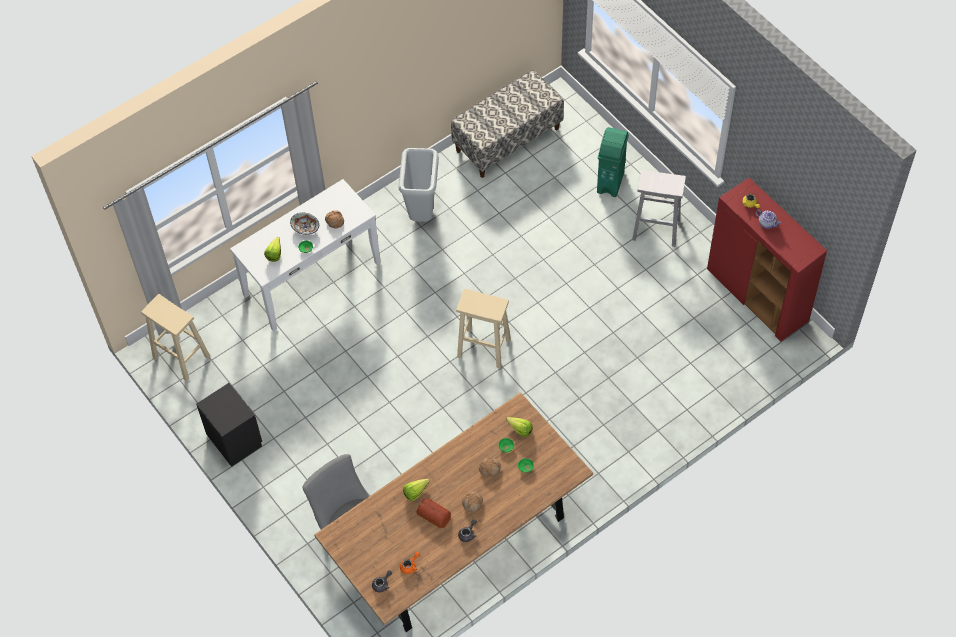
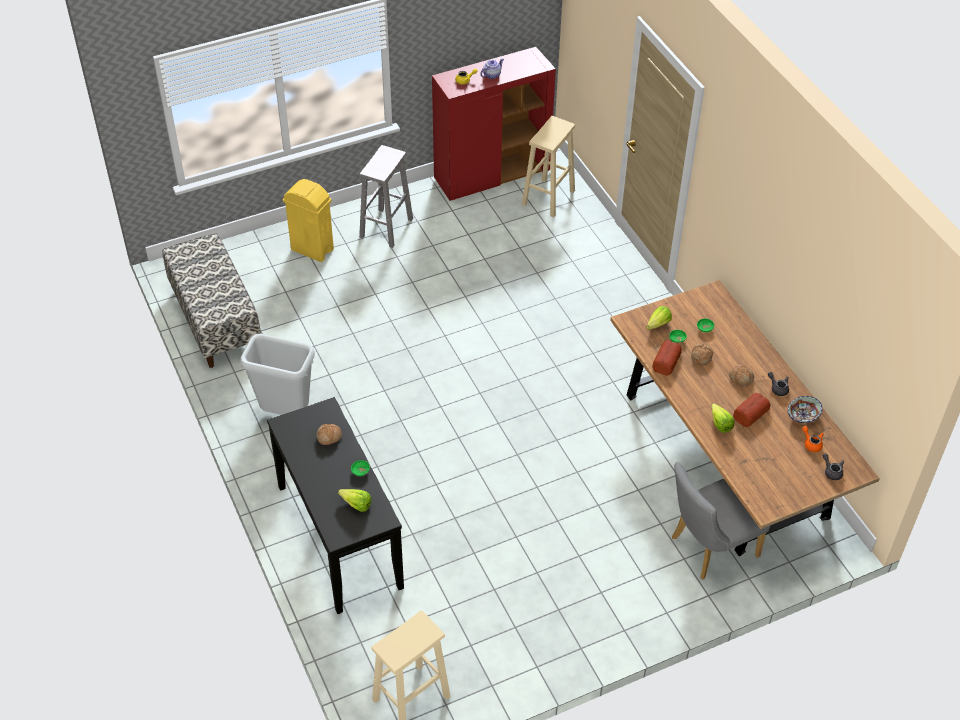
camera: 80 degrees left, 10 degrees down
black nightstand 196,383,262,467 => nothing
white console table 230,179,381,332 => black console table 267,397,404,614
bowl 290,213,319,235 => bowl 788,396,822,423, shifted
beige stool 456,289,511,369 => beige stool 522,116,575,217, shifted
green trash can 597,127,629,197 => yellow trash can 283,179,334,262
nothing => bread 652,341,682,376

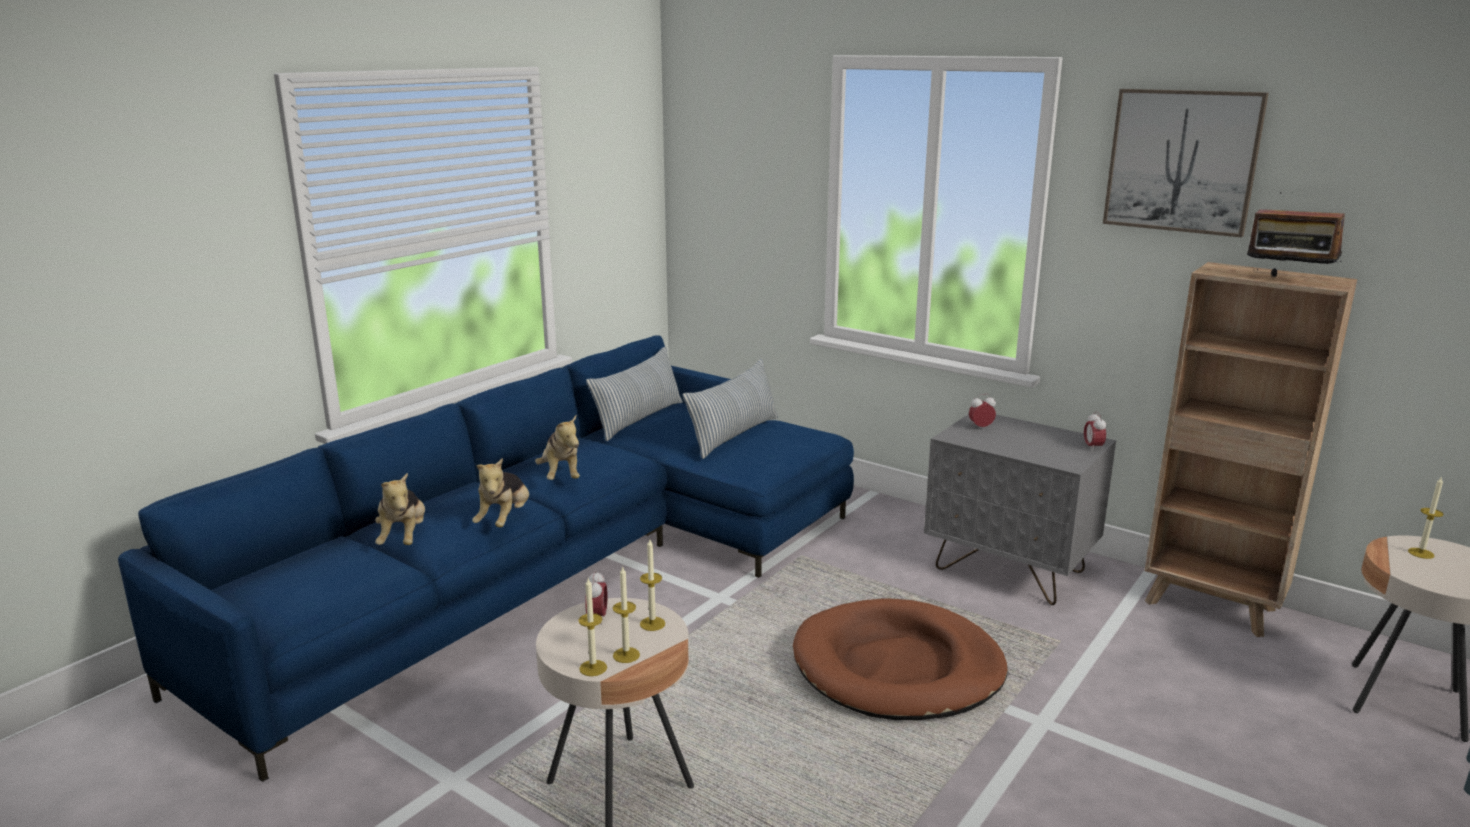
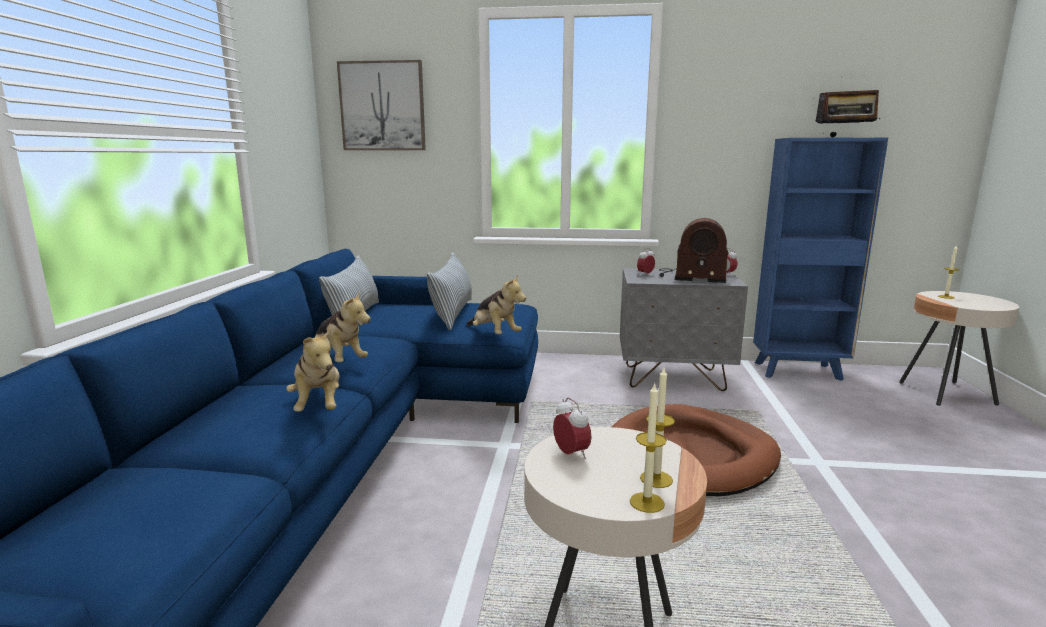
camera: 30 degrees left, 5 degrees down
plush toy 375,473,425,545 => plush toy 467,275,526,334, shifted
candle 640,539,665,631 => nothing
picture 1103,89,1269,238 => picture 337,60,426,150, shifted
brown bookcase 1144,262,1357,637 => blue bookcase 753,137,888,381
nothing => radio 659,218,728,283

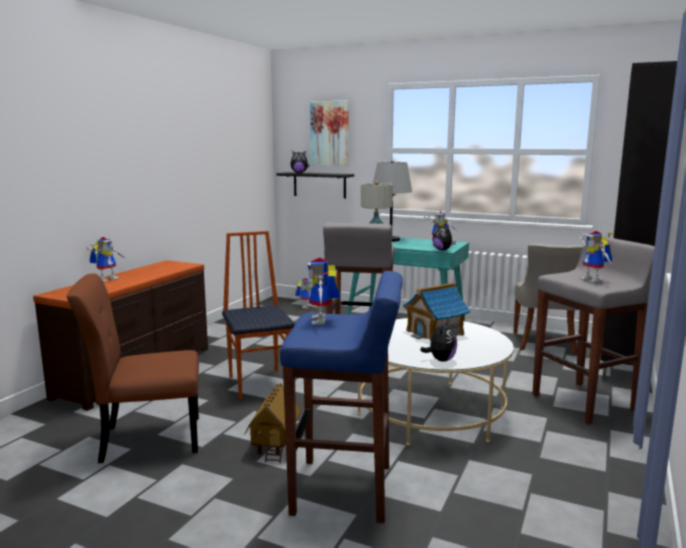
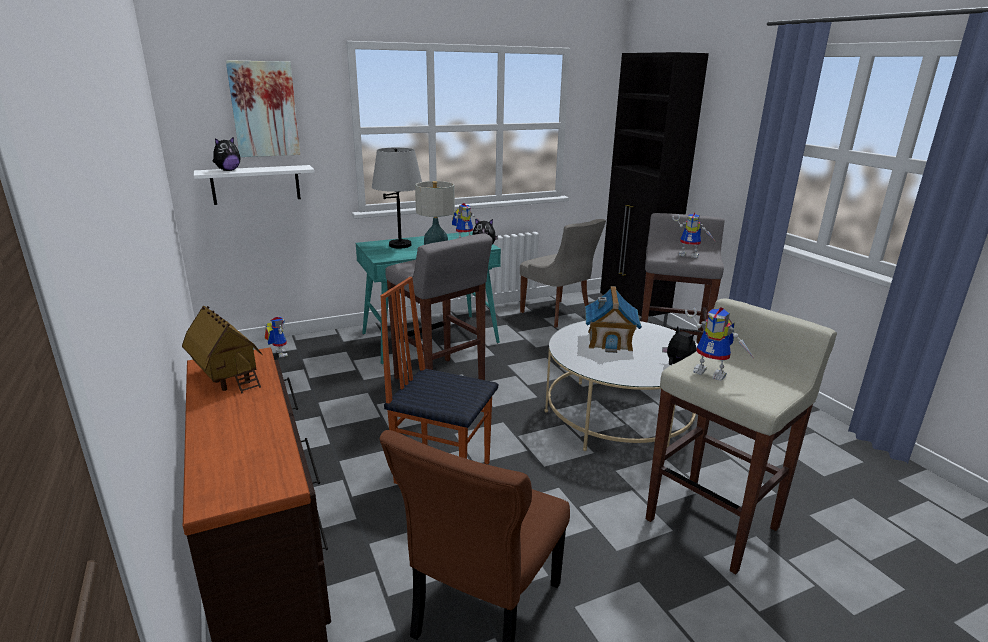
camera: 50 degrees left, 10 degrees up
toy robot 86,237,126,282 => nothing
toy house 245,383,301,463 => toy house 182,305,263,394, shifted
black shelf 276,172,354,198 => white shelf 194,165,315,205
blue stool 280,271,403,523 => beige stool 646,299,837,574

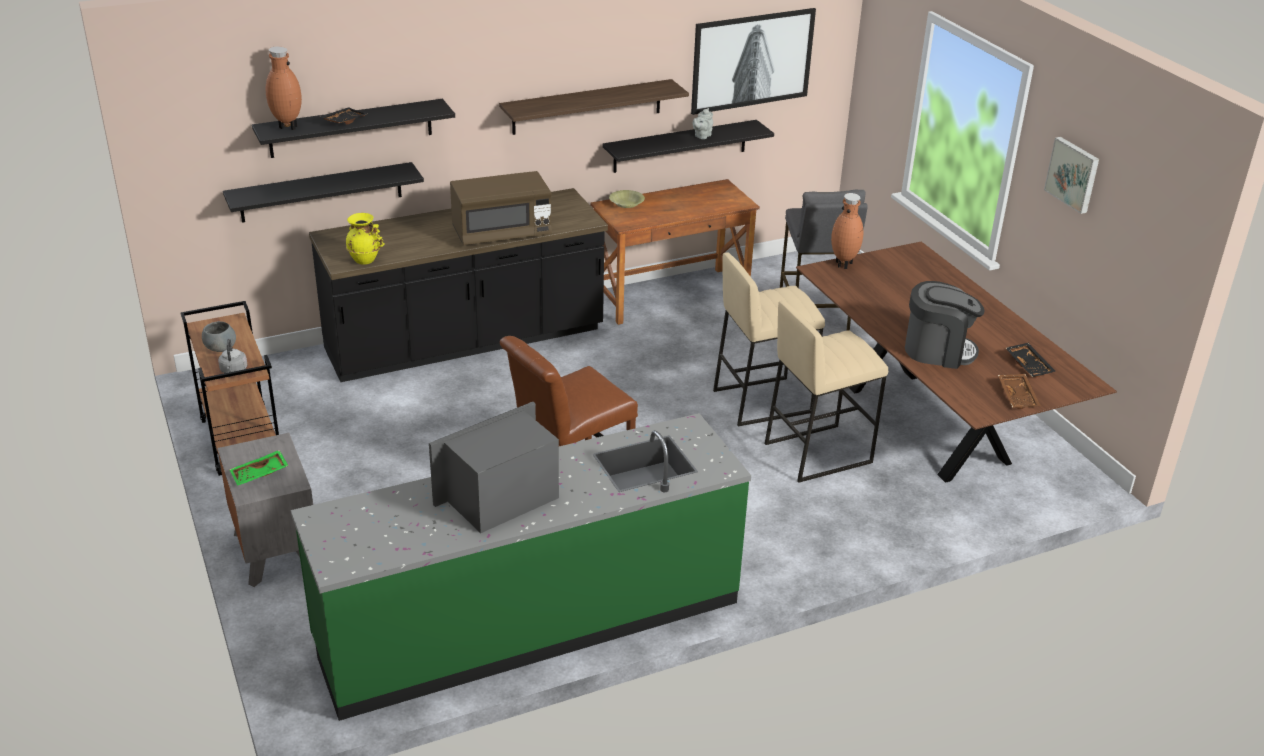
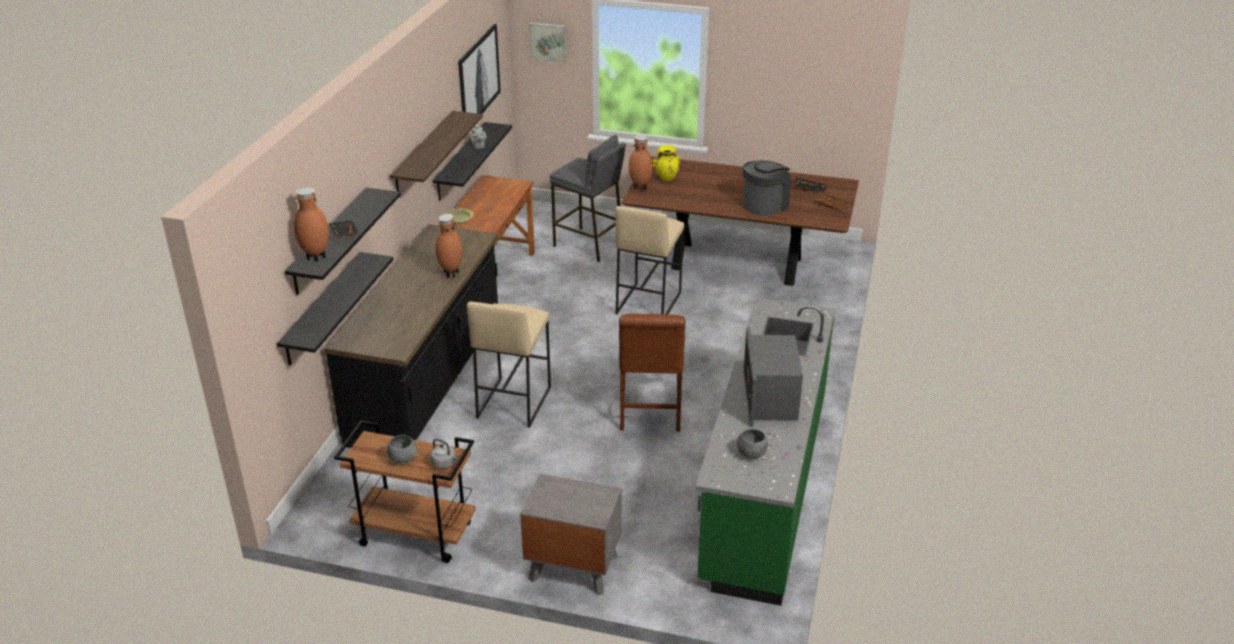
camera: 50 degrees left, 0 degrees up
green tray 229,450,288,486 => nothing
yellow vase 346,213,385,265 => yellow vase 652,145,680,181, shifted
brown microwave 450,171,552,245 => brown vase 435,214,463,278
beige stool 765,301,888,483 => beige stool 467,302,551,428, shifted
picture 1044,137,1099,214 => picture 529,22,567,63, shifted
nothing => grey bowl 737,429,768,459

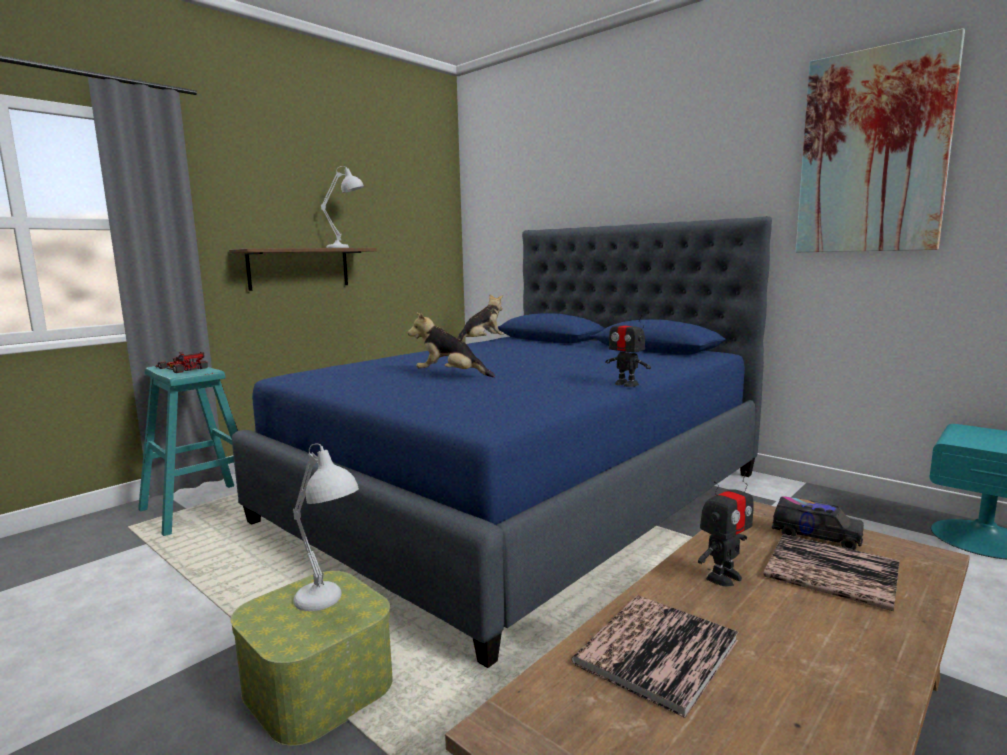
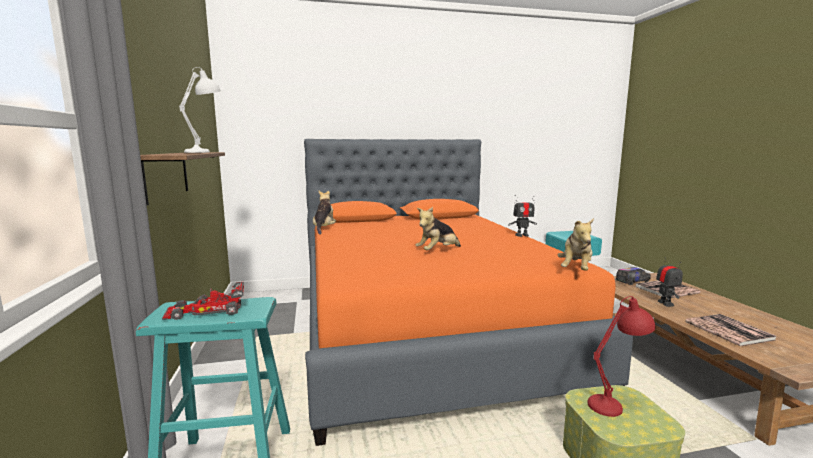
camera: 55 degrees left, 0 degrees up
blue bed 232,216,772,668 => orange bed 304,139,633,446
white table lamp 293,444,359,611 => red table lamp 587,296,655,417
picture 796,28,965,252 => nothing
nothing => plush toy 558,218,594,271

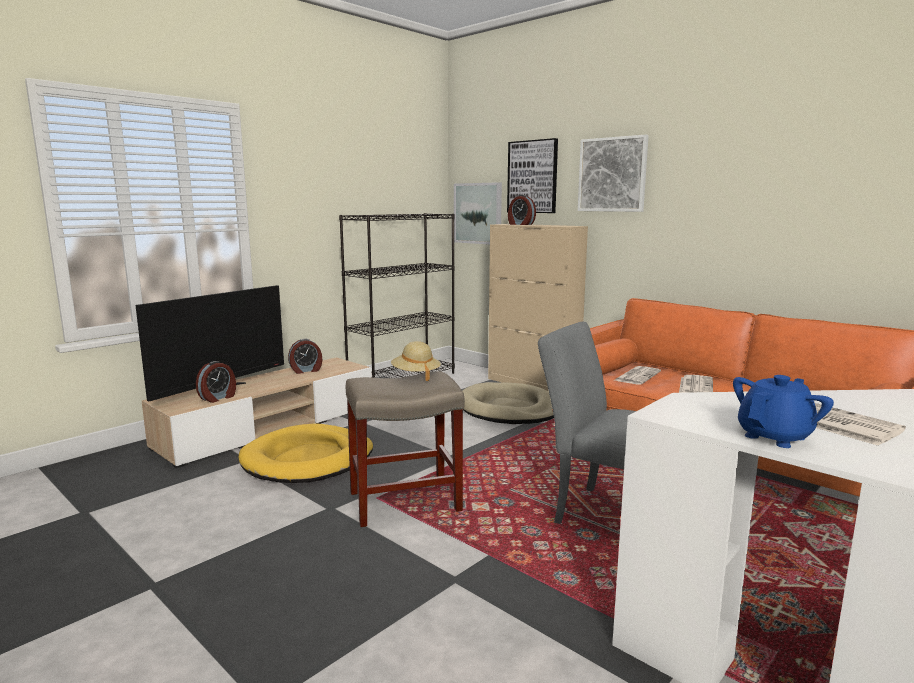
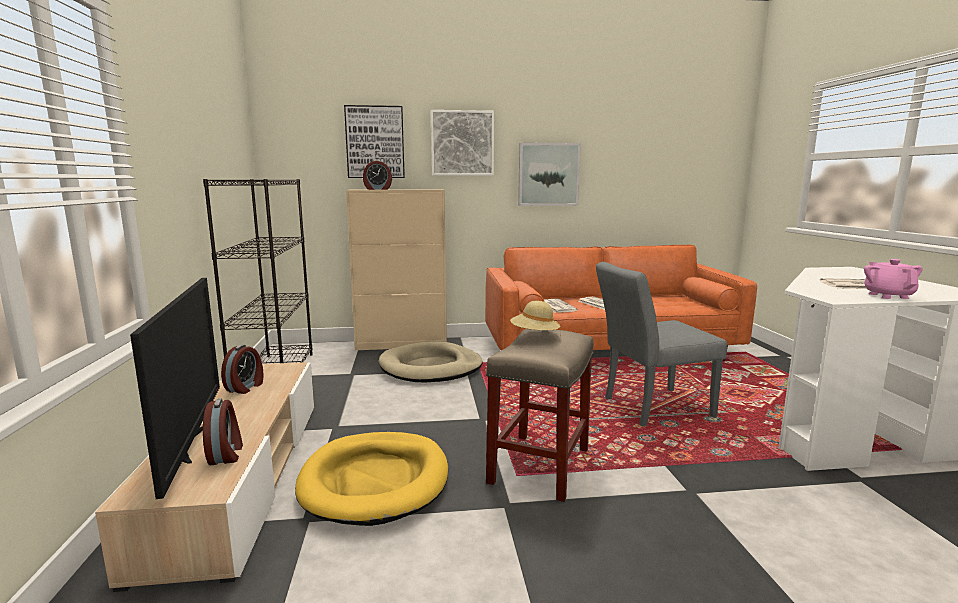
camera: 50 degrees left, 0 degrees up
picture 454,182,502,245 => picture 518,143,581,206, shifted
blue teapot 733,375,834,448 => pink teapot 864,259,923,299

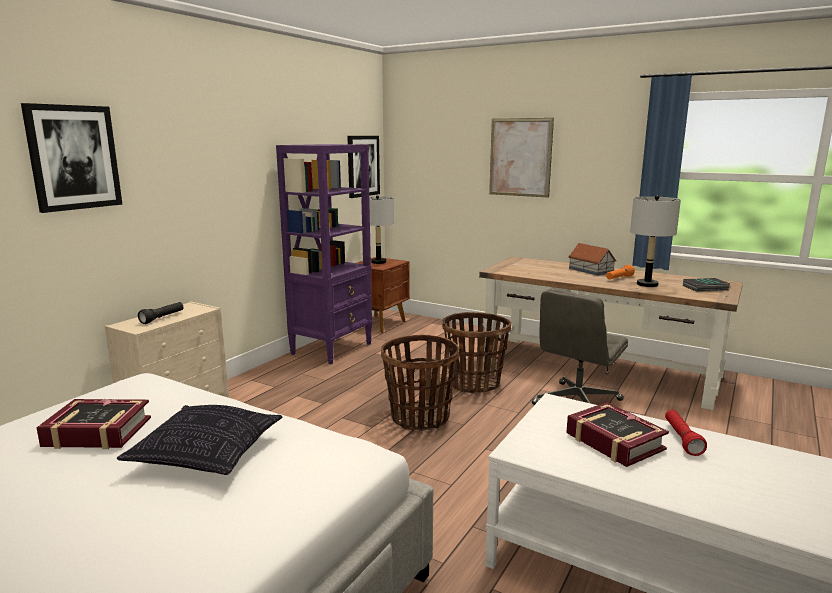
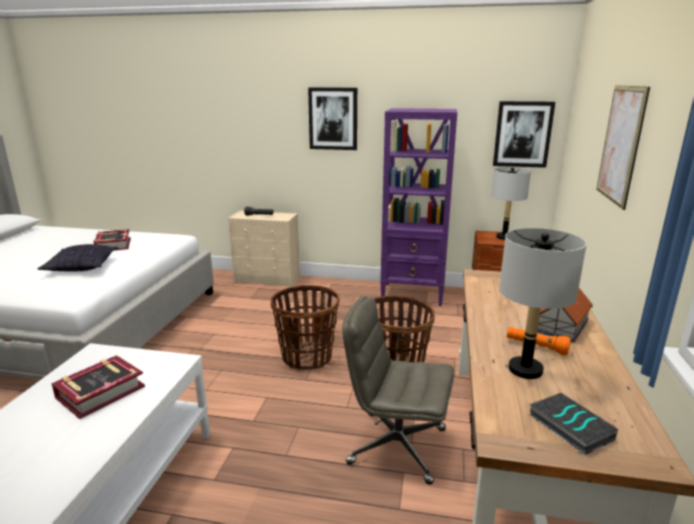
camera: 70 degrees right, 5 degrees up
picture 21,103,122,213 => picture 308,88,357,150, shifted
red flashlight 665,410,707,456 => nothing

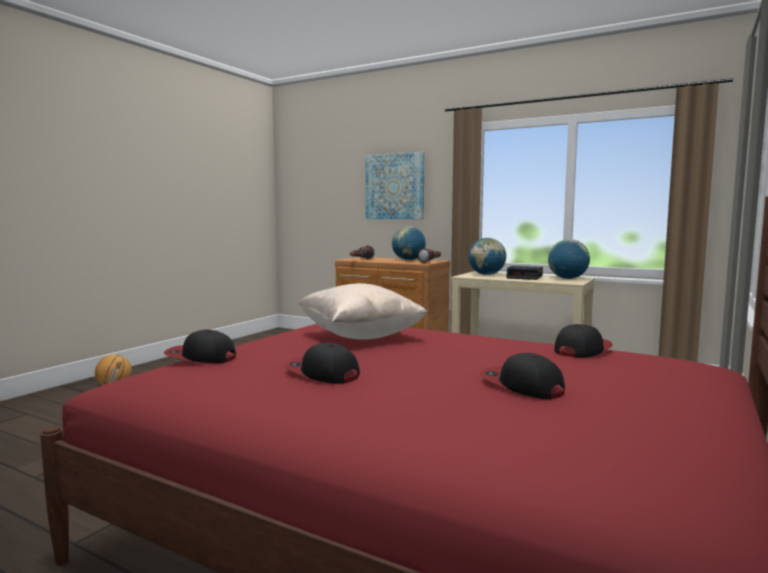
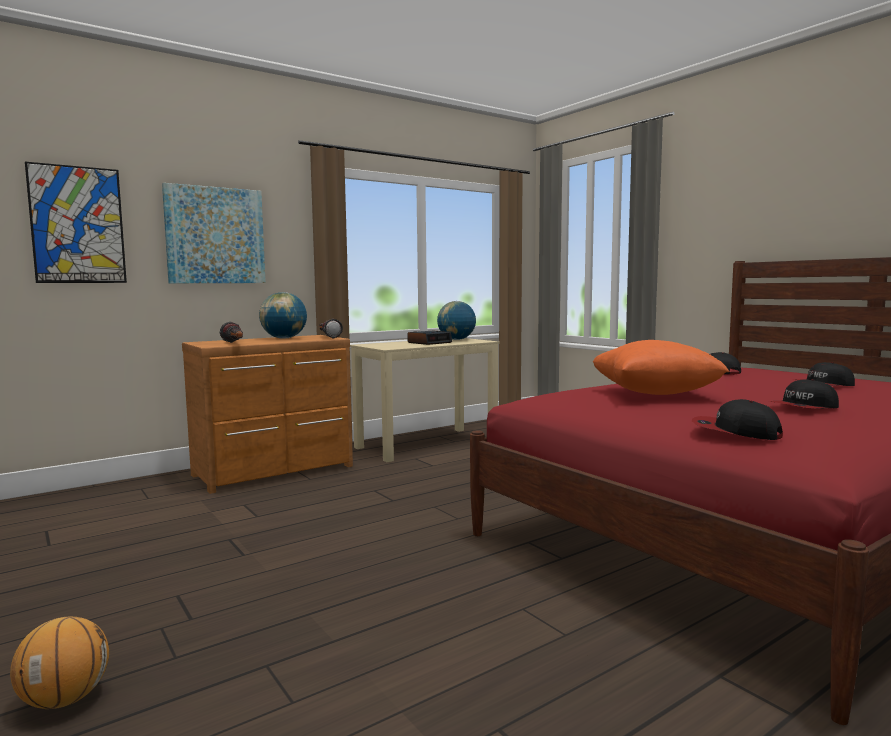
camera: 65 degrees left, 0 degrees up
cap 164,330,236,363 => cap 692,399,783,440, 90 degrees clockwise
beige pillow 298,283,428,340 => orange pillow 593,340,729,395
globe 468,238,506,275 => nothing
nothing => picture 25,162,127,283

